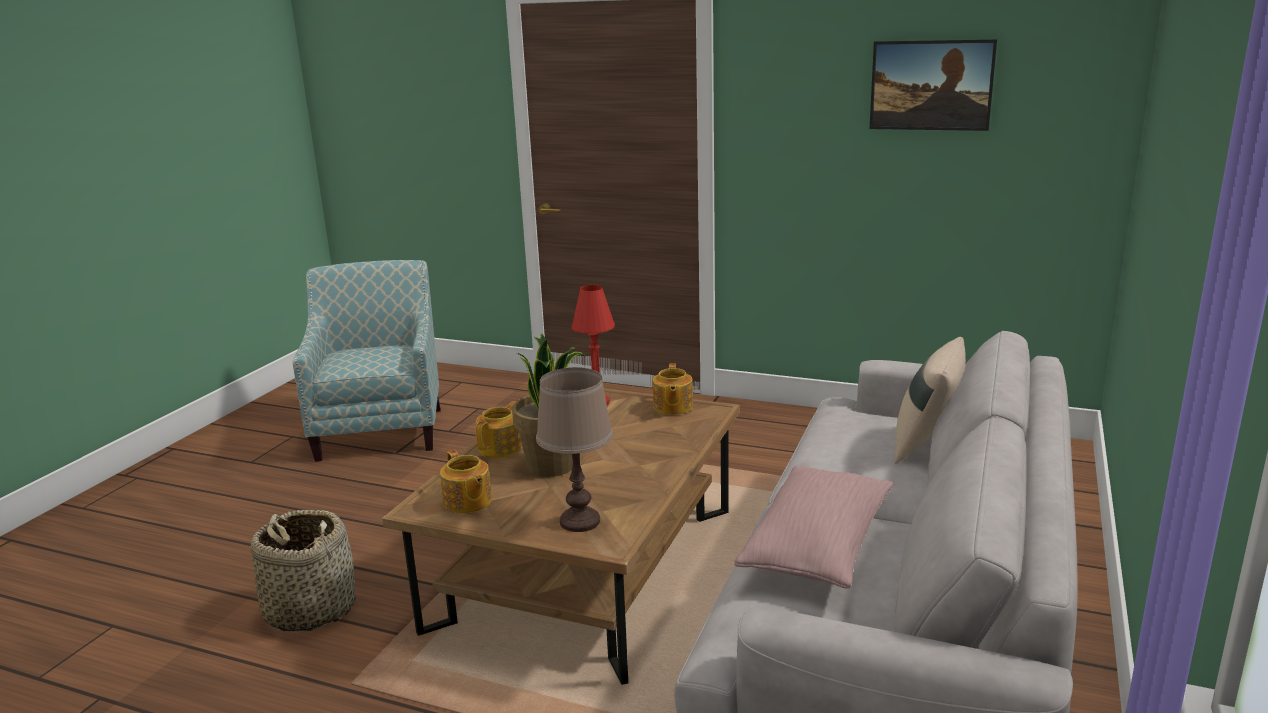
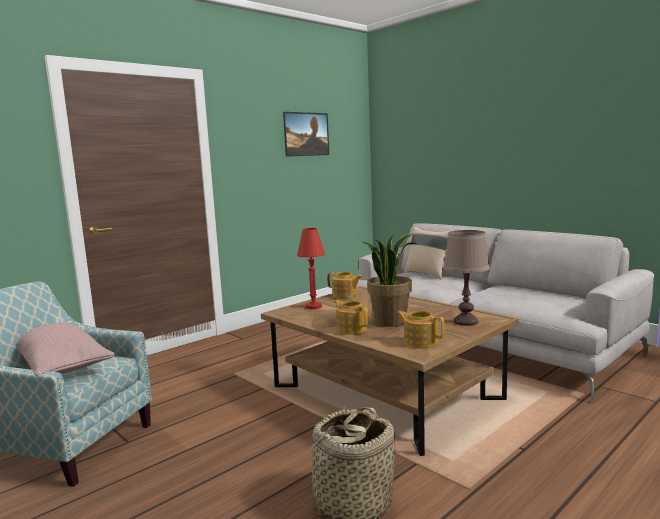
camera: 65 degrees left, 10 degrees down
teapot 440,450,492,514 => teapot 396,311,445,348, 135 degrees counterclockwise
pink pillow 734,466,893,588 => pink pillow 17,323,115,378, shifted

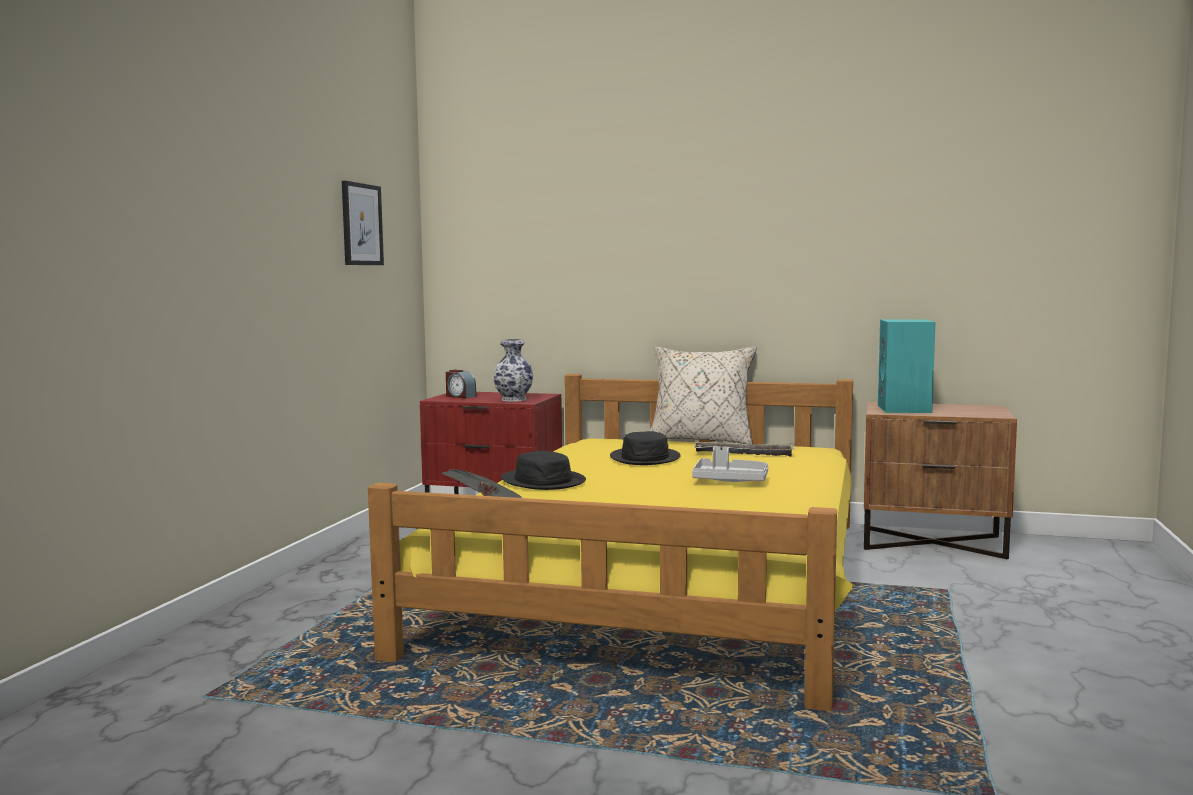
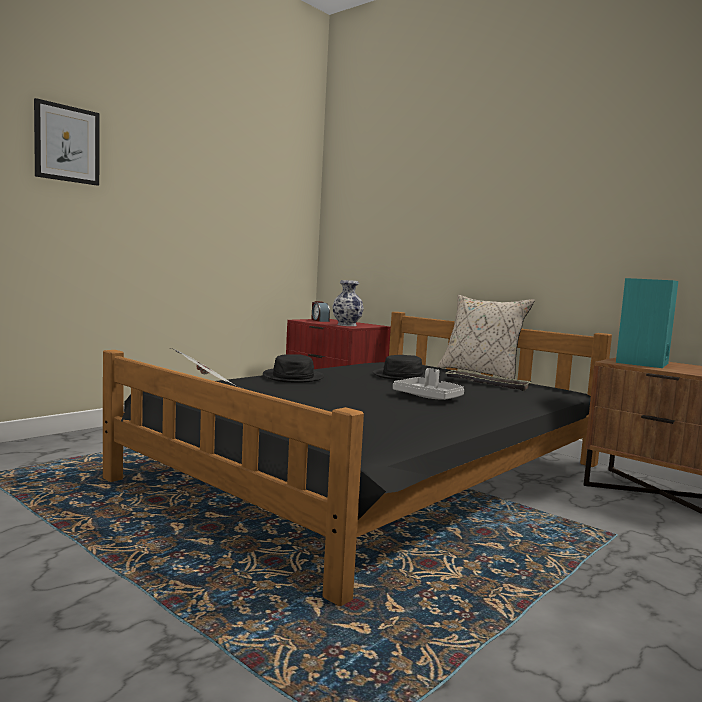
camera: 25 degrees right, 0 degrees up
picture 342,181,384,265 => picture 34,98,99,186, shifted
yellow bed 368,374,854,711 => black bed 103,312,612,606

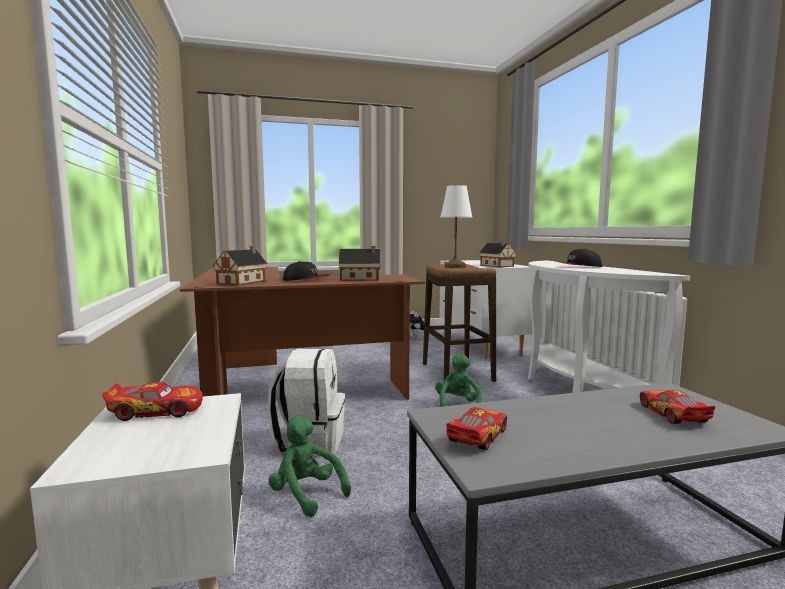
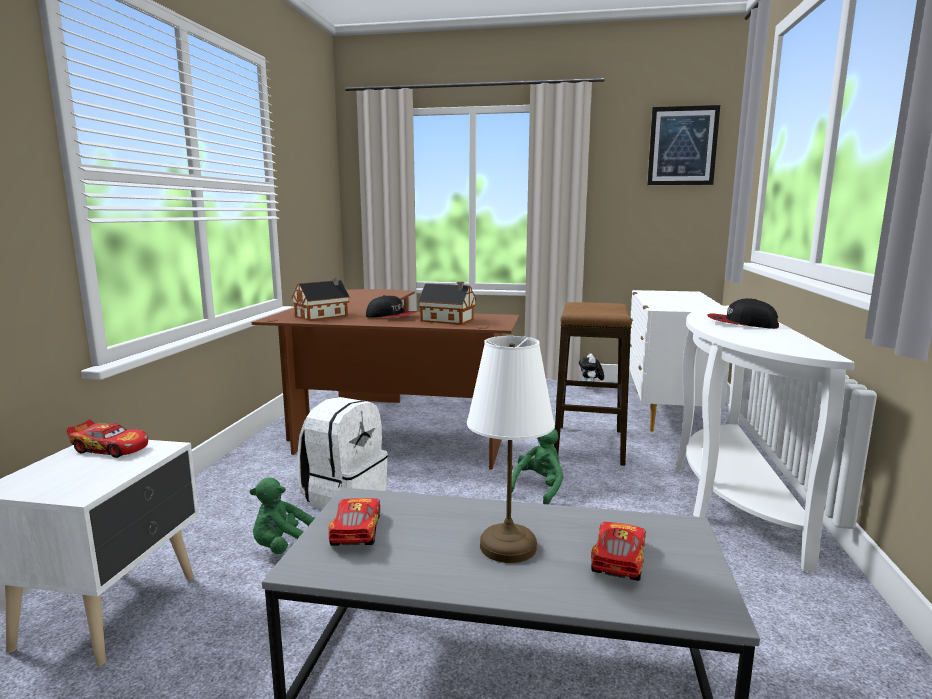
camera: 25 degrees right, 5 degrees up
green plush toy 268,416,351,517 => green plush toy 250,478,316,554, 90 degrees counterclockwise
white table lamp 440,185,472,268 => white table lamp 467,336,555,563, shifted
toy car 447,407,507,450 => toy car 328,498,380,546, 60 degrees counterclockwise
toy house 479,241,516,267 => nothing
nothing => picture 647,105,720,185

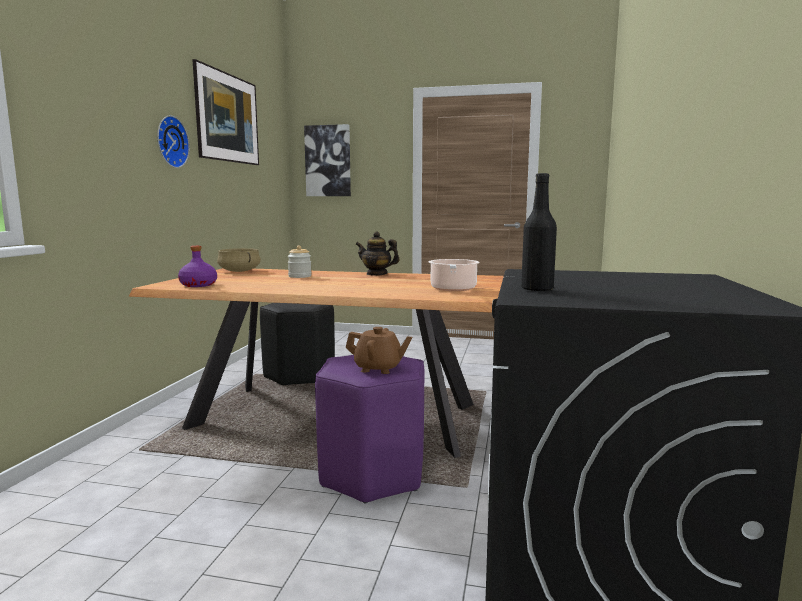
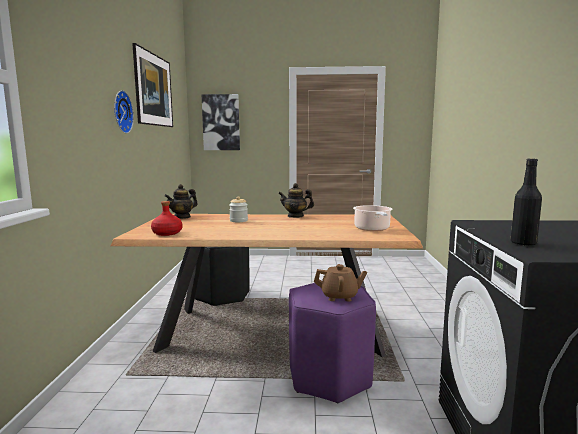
camera: 10 degrees left, 0 degrees up
purple bottle 178,246,217,287 => red bottle 151,201,182,236
beige cooking pot 217,248,261,272 => teapot 165,184,198,219

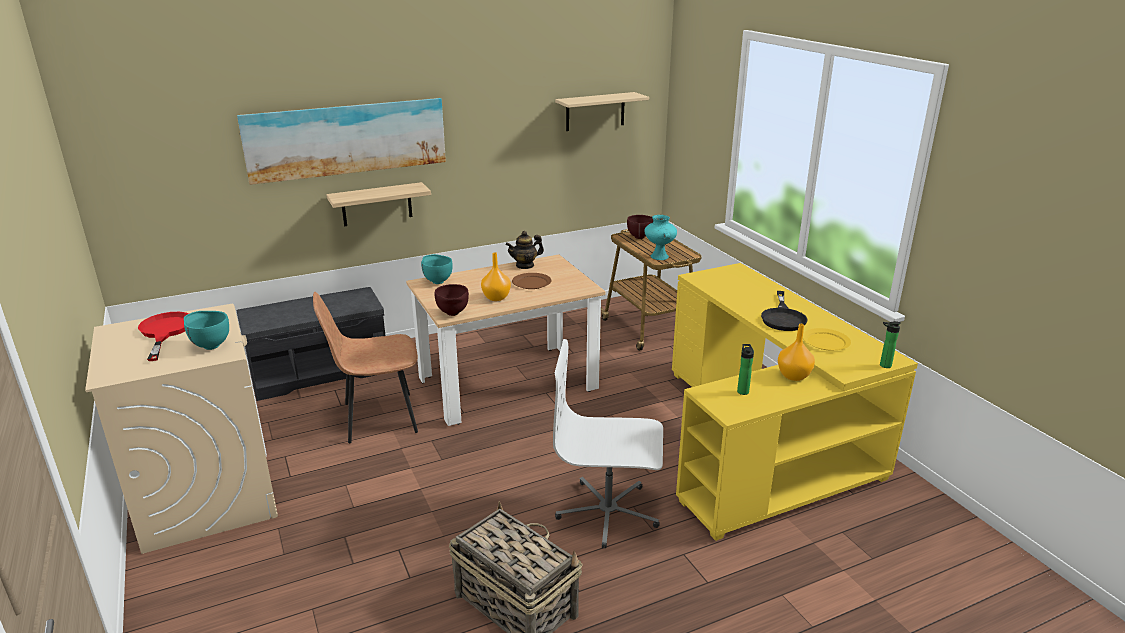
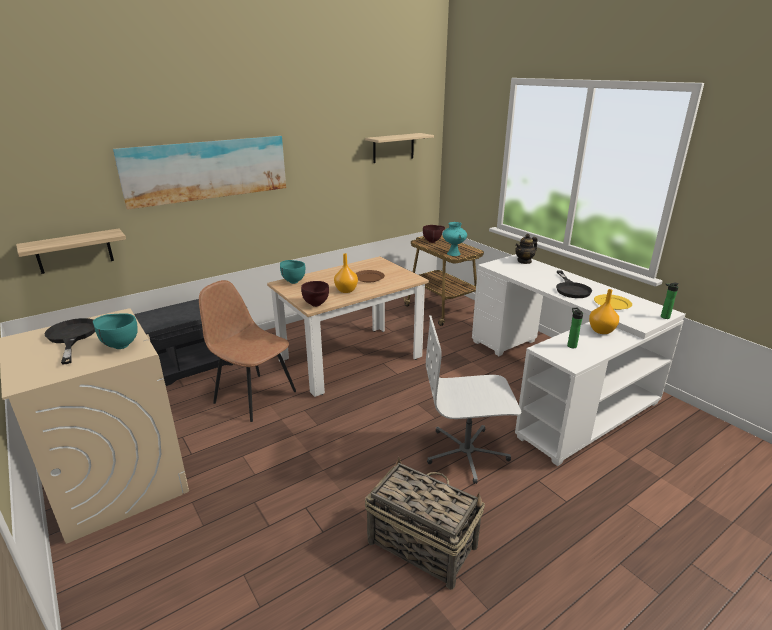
camera: 10 degrees left, 0 degrees up
red frying pan 138,312,189,361 => black frying pan 44,318,95,365
brown chair 313,292,418,443 => brown chair 199,280,296,422, 60 degrees clockwise
shelf 326,182,431,226 => shelf 16,228,126,274, shifted
teapot 506,231,544,269 => teapot 515,234,537,264, shifted
yellow desk 672,263,918,541 => white desk 472,254,686,466

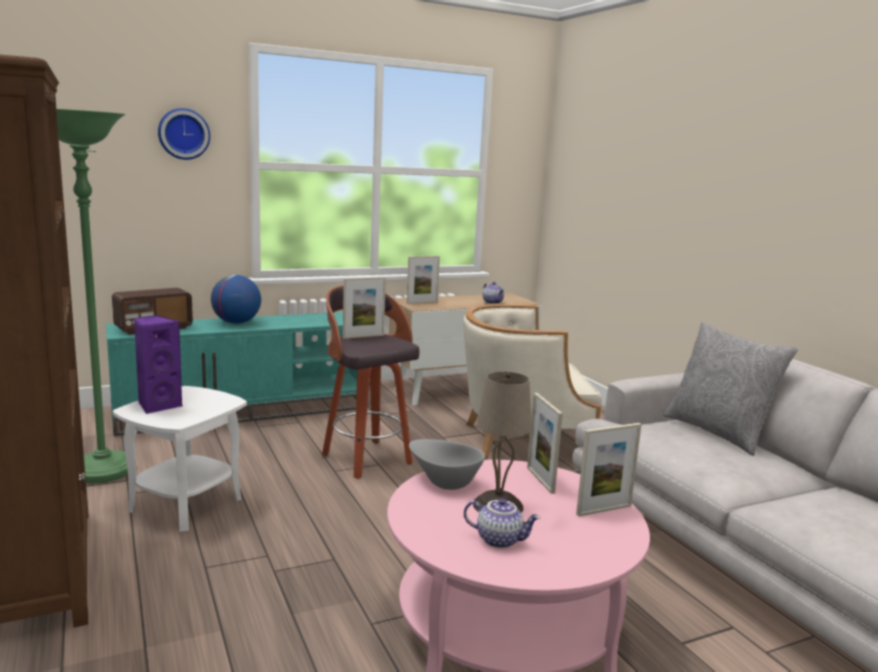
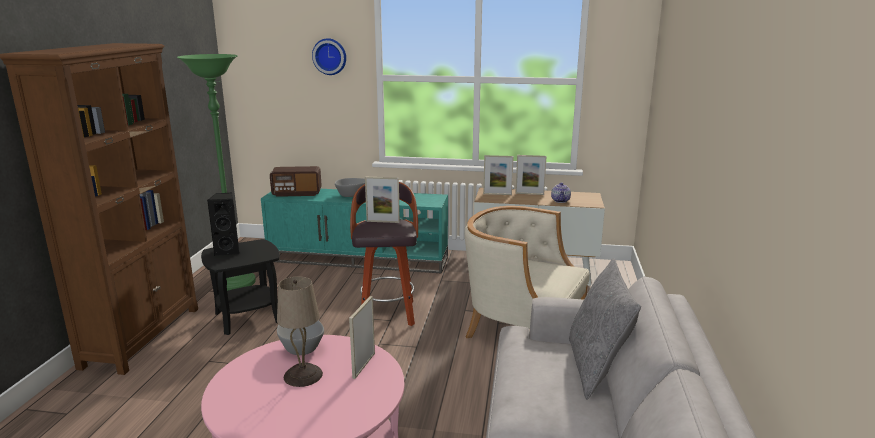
camera: 35 degrees right, 5 degrees up
white side table 113,386,247,532 => black side table 201,239,280,335
purple speaker 134,315,183,414 => black speaker 207,193,240,256
globe 211,275,261,324 => grey bowl 335,178,365,197
teapot 464,498,540,548 => nothing
picture frame 576,423,641,517 => picture frame 515,155,547,195, shifted

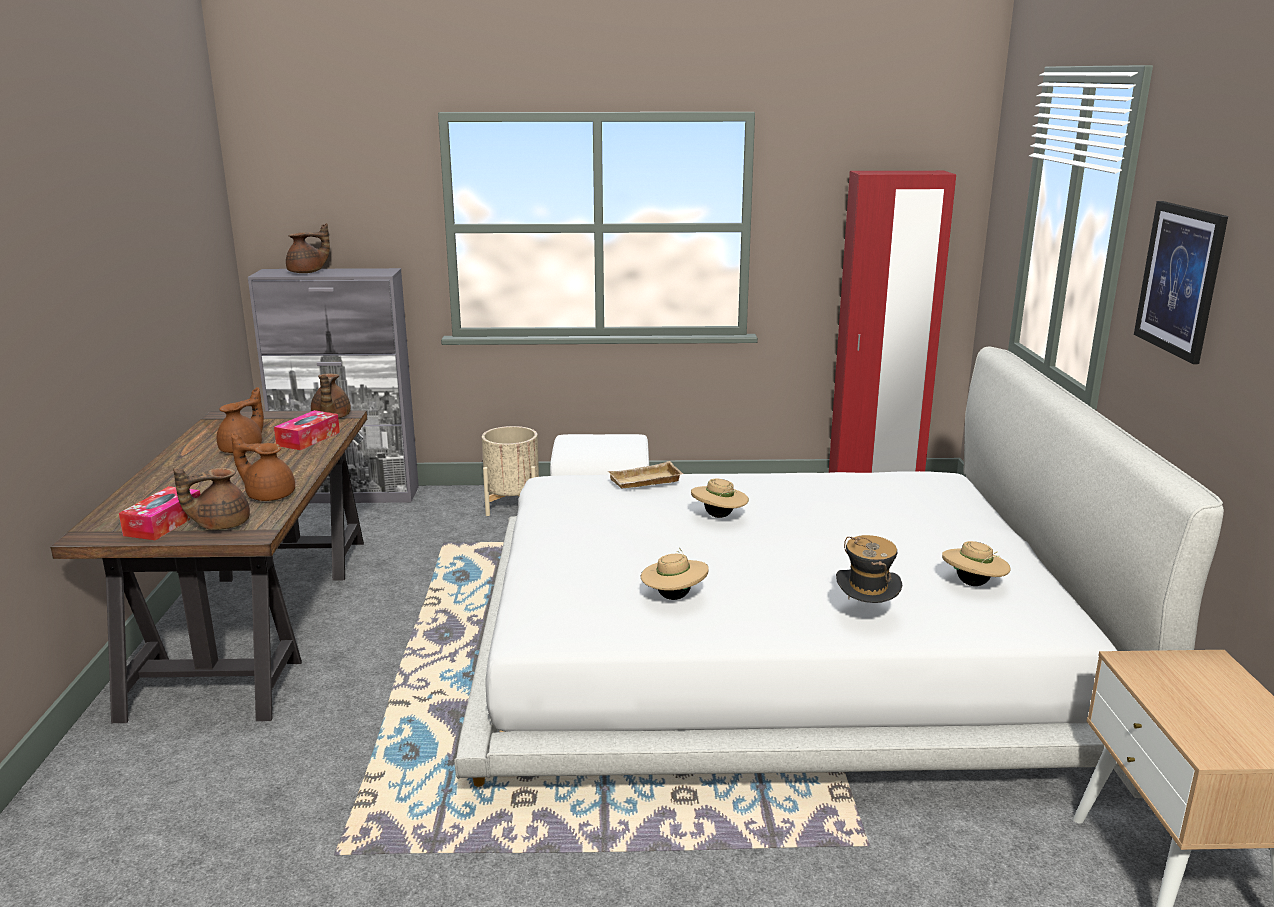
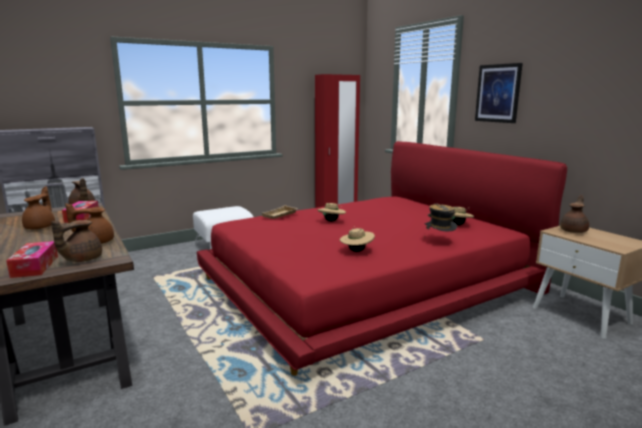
camera: 30 degrees left, 5 degrees down
brown teapot 286,223,330,273 => brown teapot 560,195,589,233, shifted
white bed 454,346,1224,798 => red bed 197,141,567,376
beige planter 482,426,539,516 => nothing

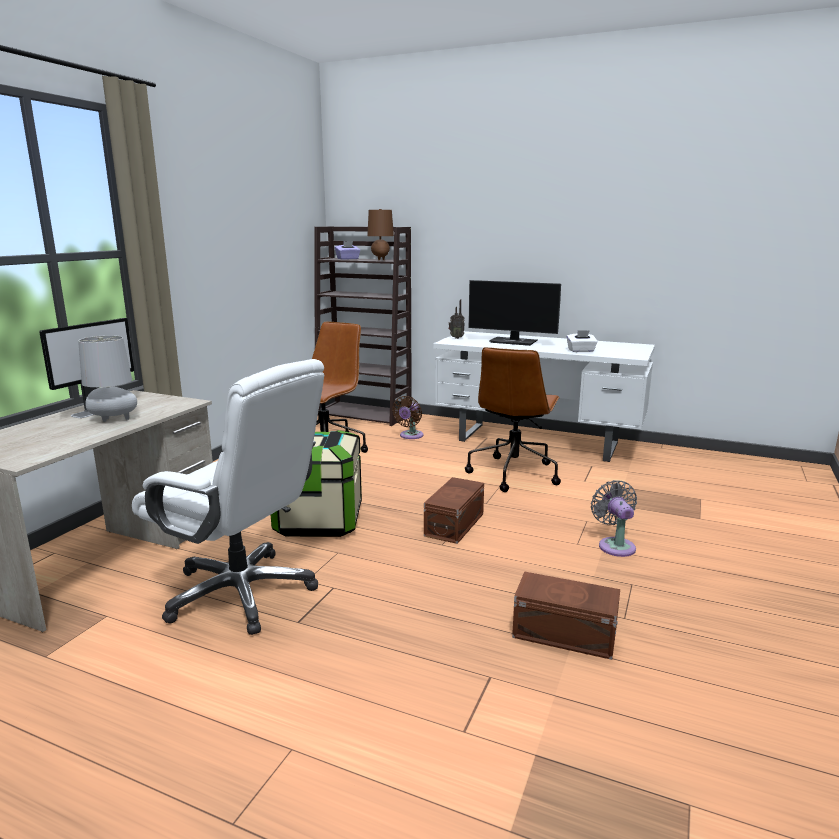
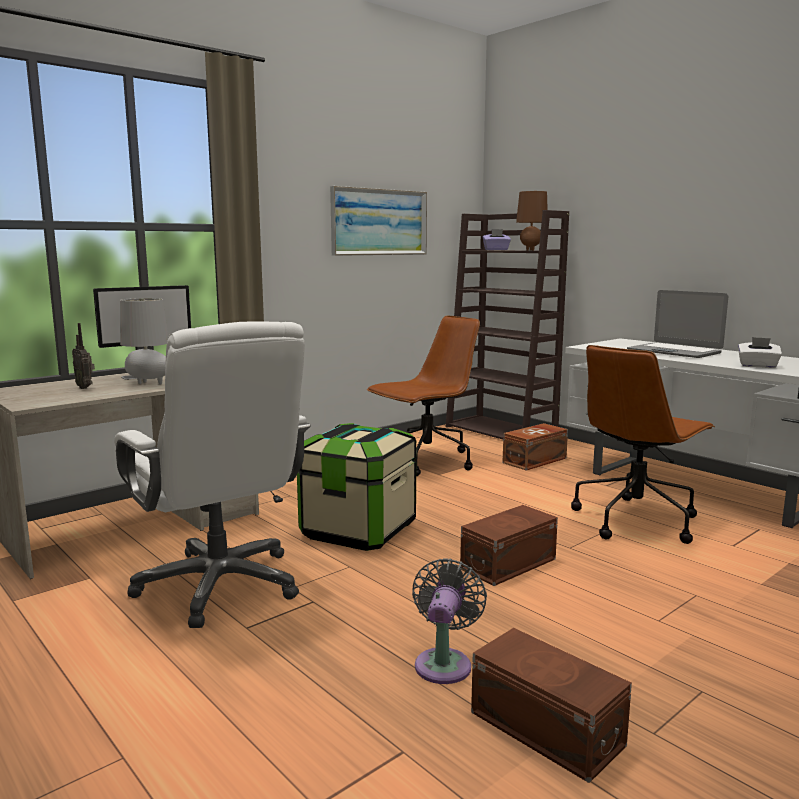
camera: 25 degrees right, 5 degrees down
brown fan 392,396,423,439 => brown storage box 503,423,568,471
radio 449,299,465,339 => radio 72,323,95,389, shifted
monitor 468,280,561,346 => laptop 627,290,728,358
grey fan 591,480,637,557 => grey fan 412,558,487,684, shifted
nothing => picture 330,186,427,256

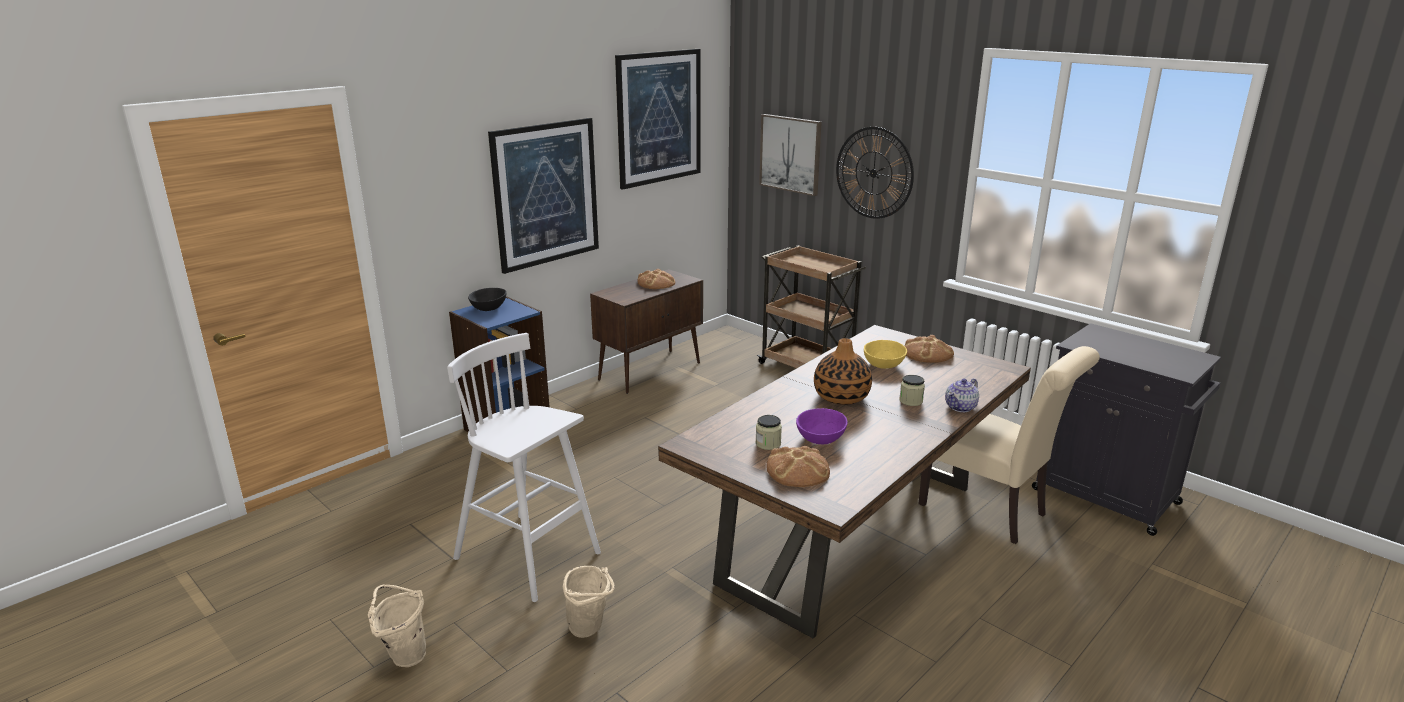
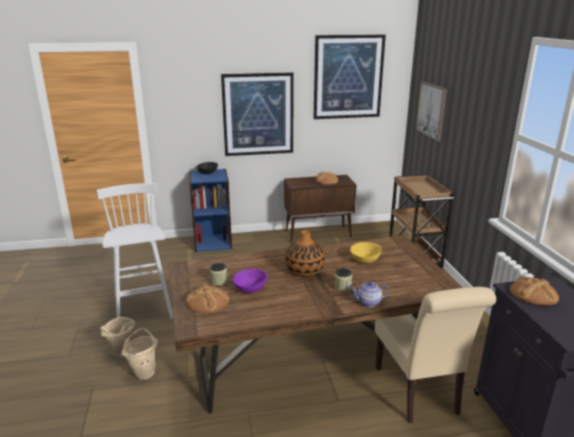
camera: 35 degrees right, 0 degrees up
beige bucket 368,585,426,667 => beige bucket 121,328,158,380, shifted
wall clock 836,127,914,219 => nothing
bread 905,335,954,363 => bread 510,276,559,306, shifted

